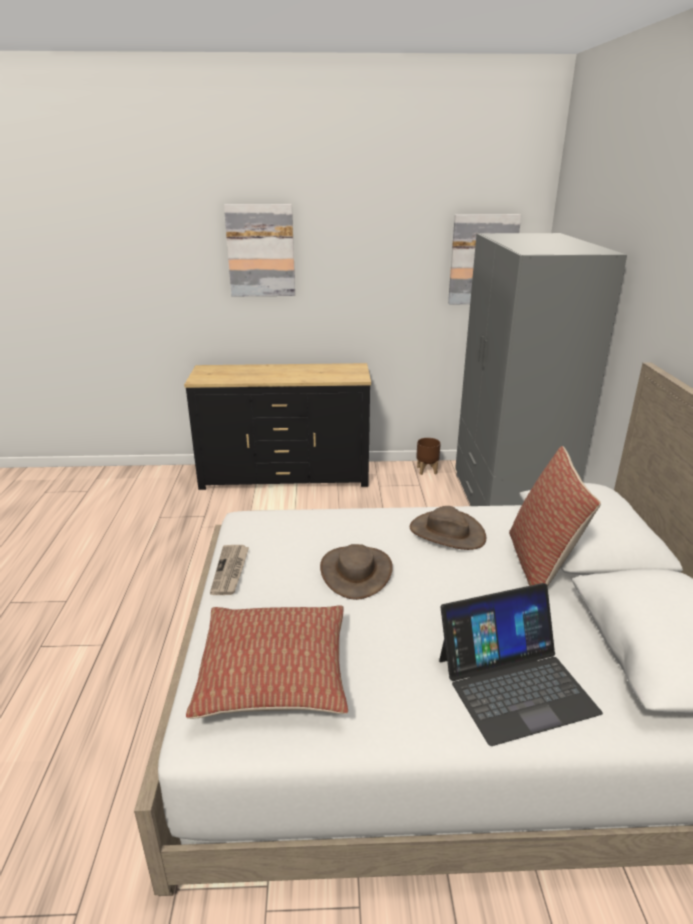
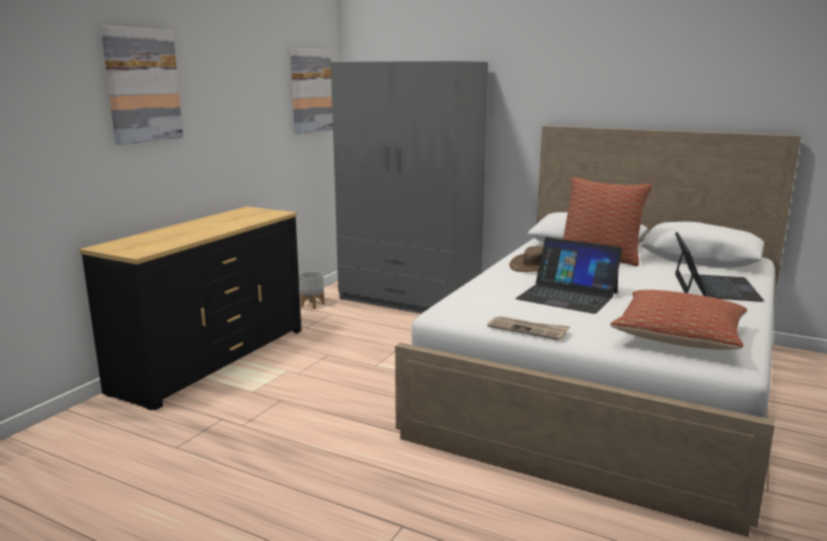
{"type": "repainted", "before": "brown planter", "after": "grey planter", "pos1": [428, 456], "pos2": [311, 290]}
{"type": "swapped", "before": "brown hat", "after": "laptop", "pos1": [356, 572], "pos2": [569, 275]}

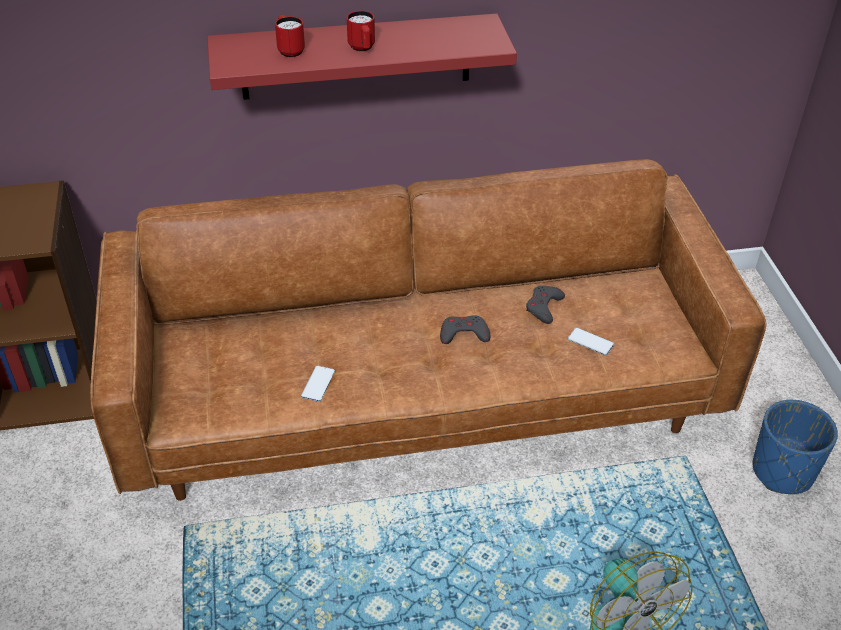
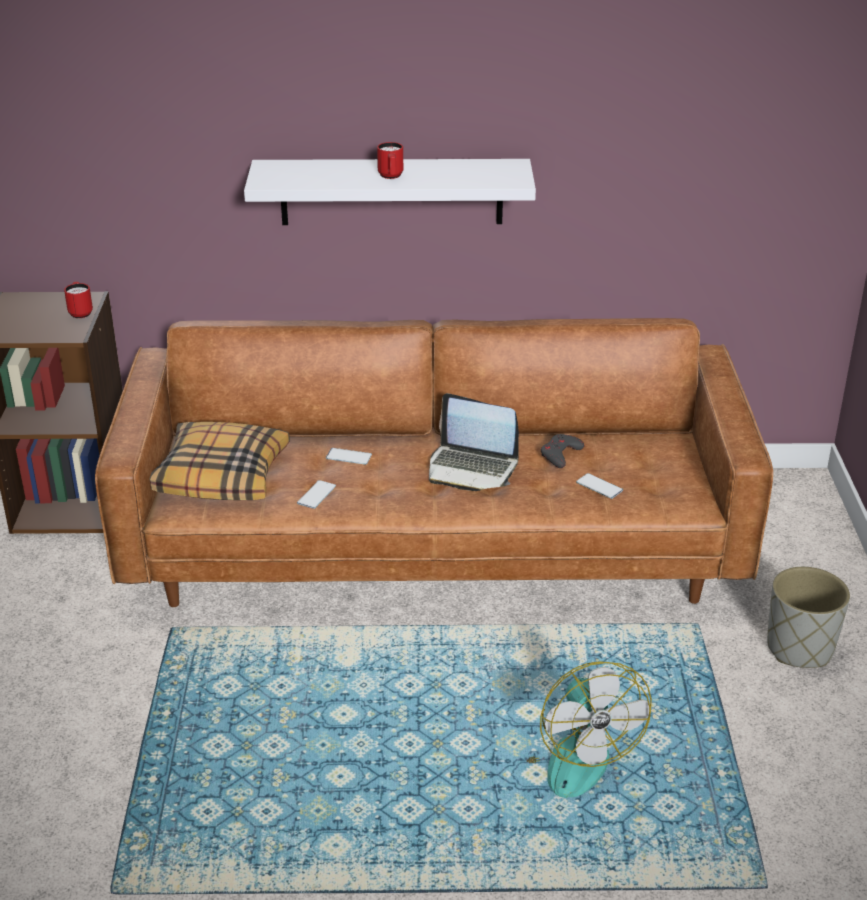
{"type": "shifted", "before": "red mug", "pos1": [290, 36], "pos2": [78, 300]}
{"type": "new", "after": "pillow", "pos2": [220, 461]}
{"type": "repainted", "before": "red shelf", "after": "white shelf", "pos1": [362, 57], "pos2": [390, 192]}
{"type": "new", "after": "phone", "pos2": [349, 456]}
{"type": "swapped", "before": "grey game controller", "after": "laptop", "pos1": [465, 329], "pos2": [474, 442]}
{"type": "repainted", "before": "blue planter", "after": "grey planter", "pos1": [795, 447], "pos2": [808, 617]}

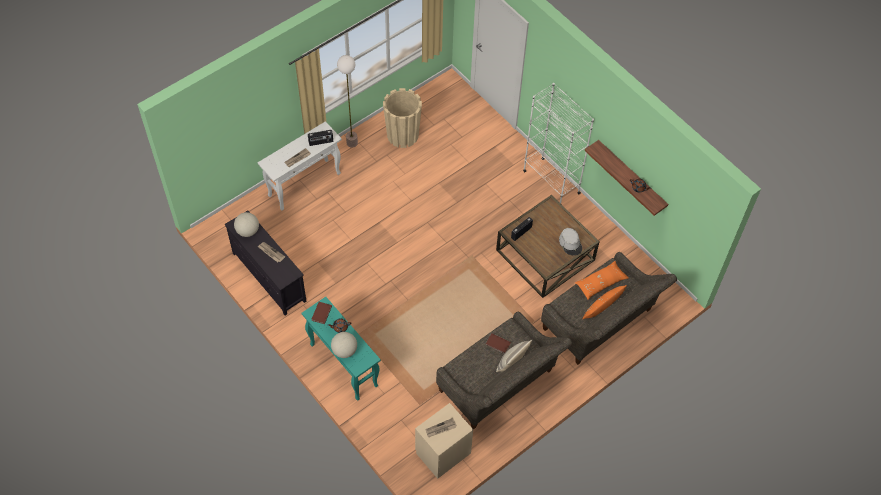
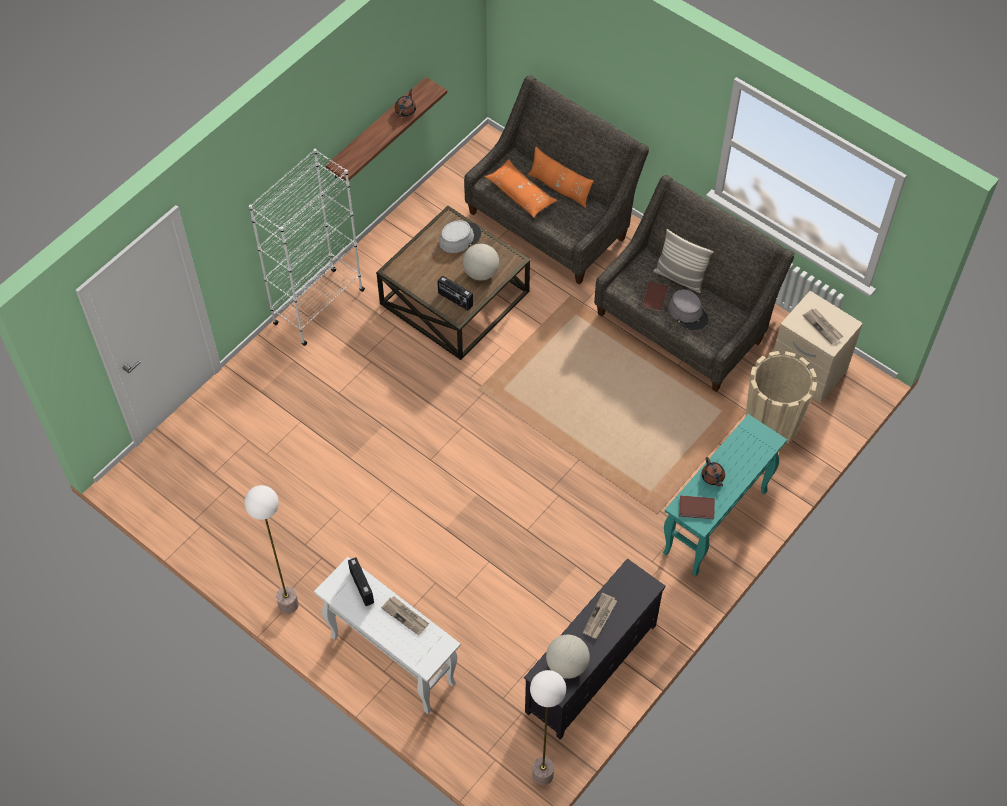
{"type": "shifted", "before": "globe", "pos1": [344, 345], "pos2": [481, 262]}
{"type": "new", "after": "floor lamp", "pos2": [548, 727]}
{"type": "new", "after": "grey hat", "pos2": [688, 309]}
{"type": "shifted", "before": "beige planter", "pos1": [402, 118], "pos2": [781, 398]}

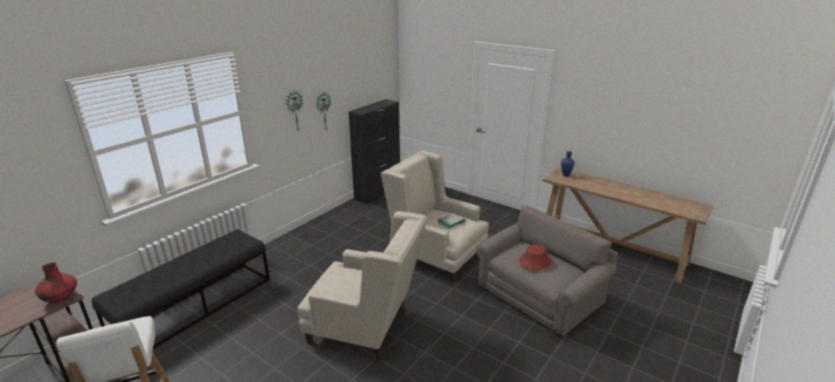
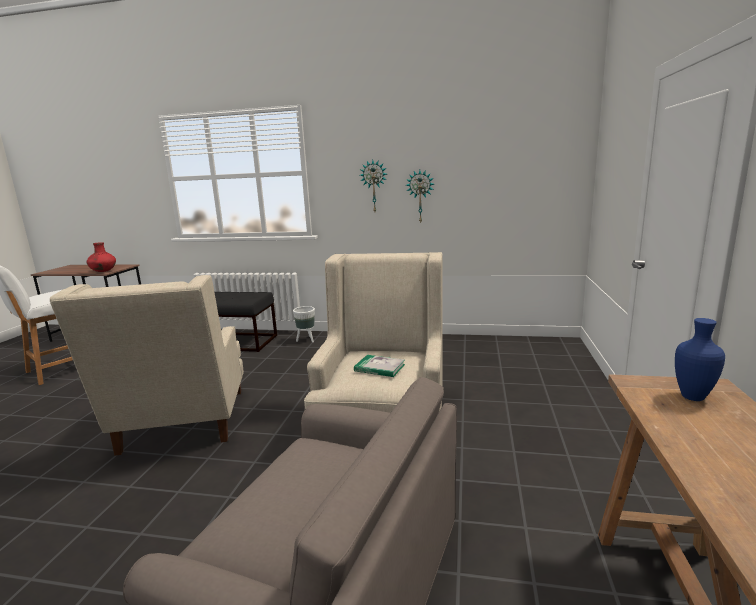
{"type": "new", "after": "white planter", "pos2": [304, 324]}
{"type": "gone", "before": "black cabinet", "pos1": [374, 151]}
{"type": "gone", "before": "red hat", "pos1": [535, 257]}

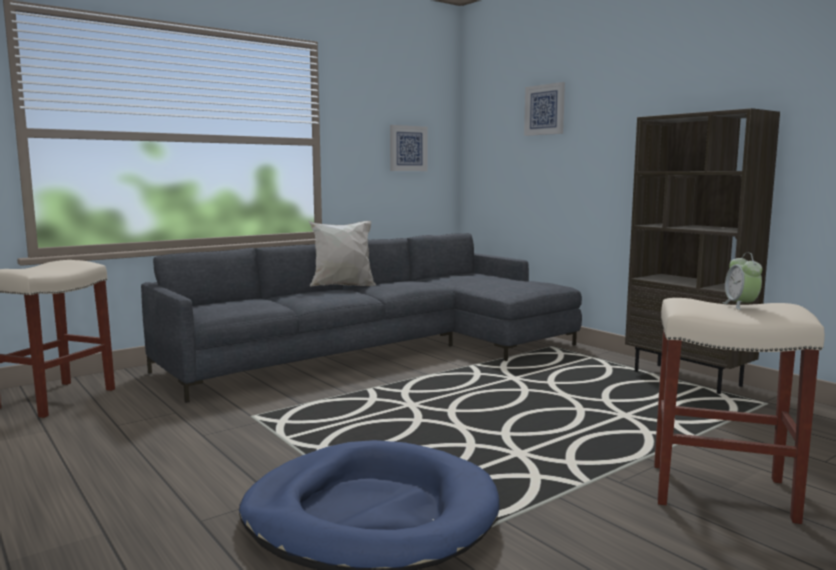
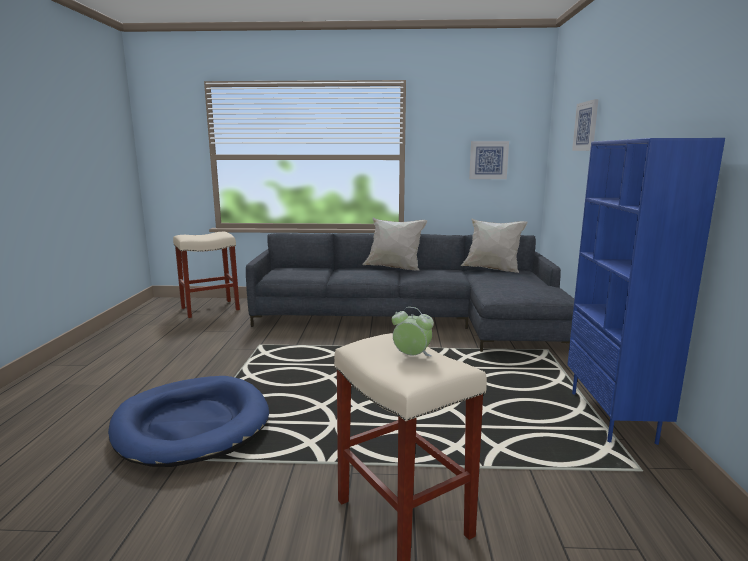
{"type": "rotated", "before": "alarm clock", "pos1": [742, 281], "pos2": [412, 331], "turn": 75}
{"type": "new", "after": "white pillow", "pos2": [494, 245]}
{"type": "repainted", "before": "brown bookcase", "after": "blue bookcase", "pos1": [702, 251], "pos2": [646, 291]}

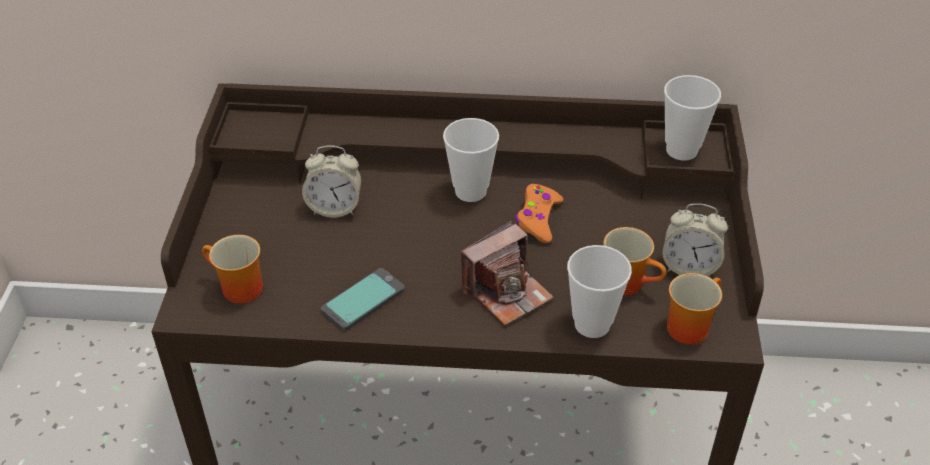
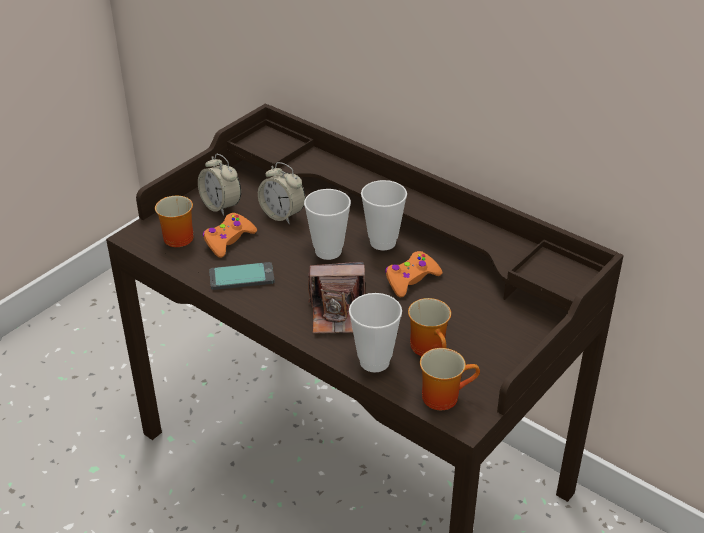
{"type": "shifted", "before": "alarm clock", "pos1": [695, 240], "pos2": [219, 185]}
{"type": "new", "after": "orange game controller", "pos2": [230, 235]}
{"type": "shifted", "before": "cup", "pos1": [692, 118], "pos2": [327, 224]}

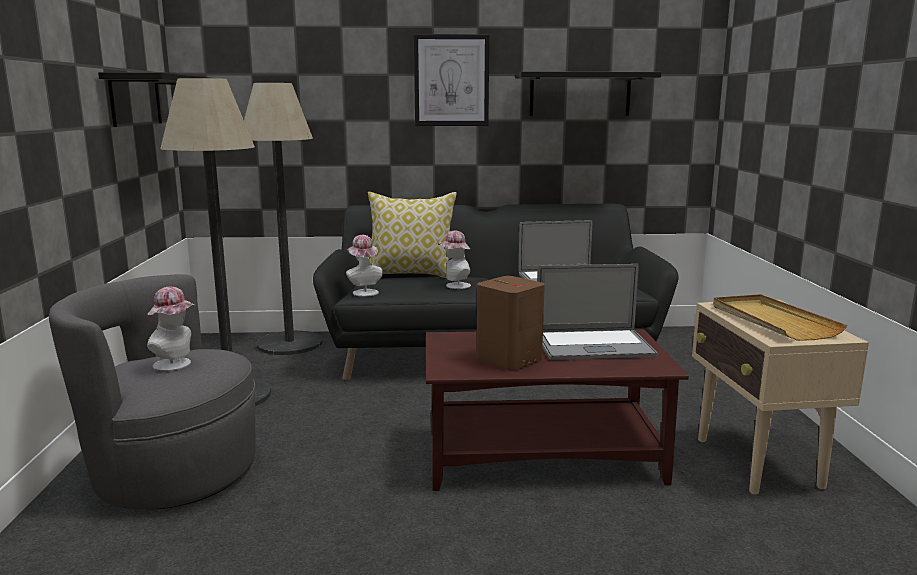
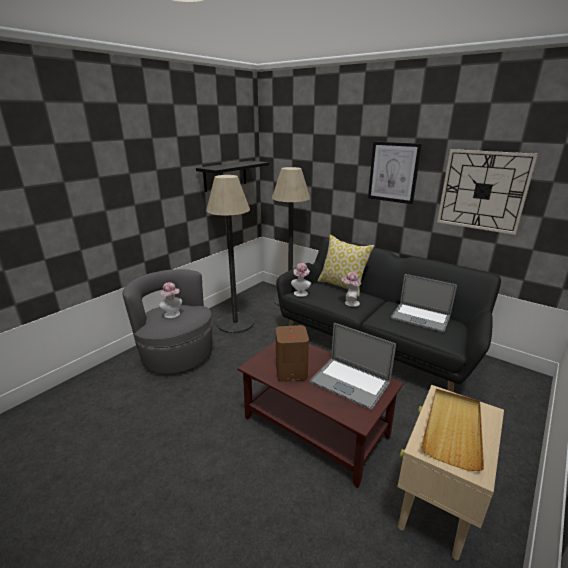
{"type": "swapped", "before": "black shelf", "after": "wall clock", "pos1": [588, 94], "pos2": [487, 192]}

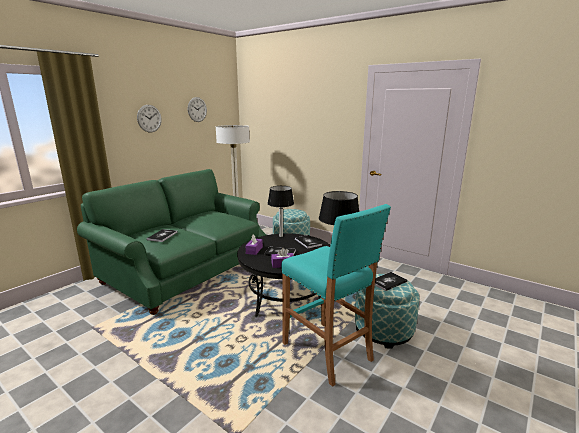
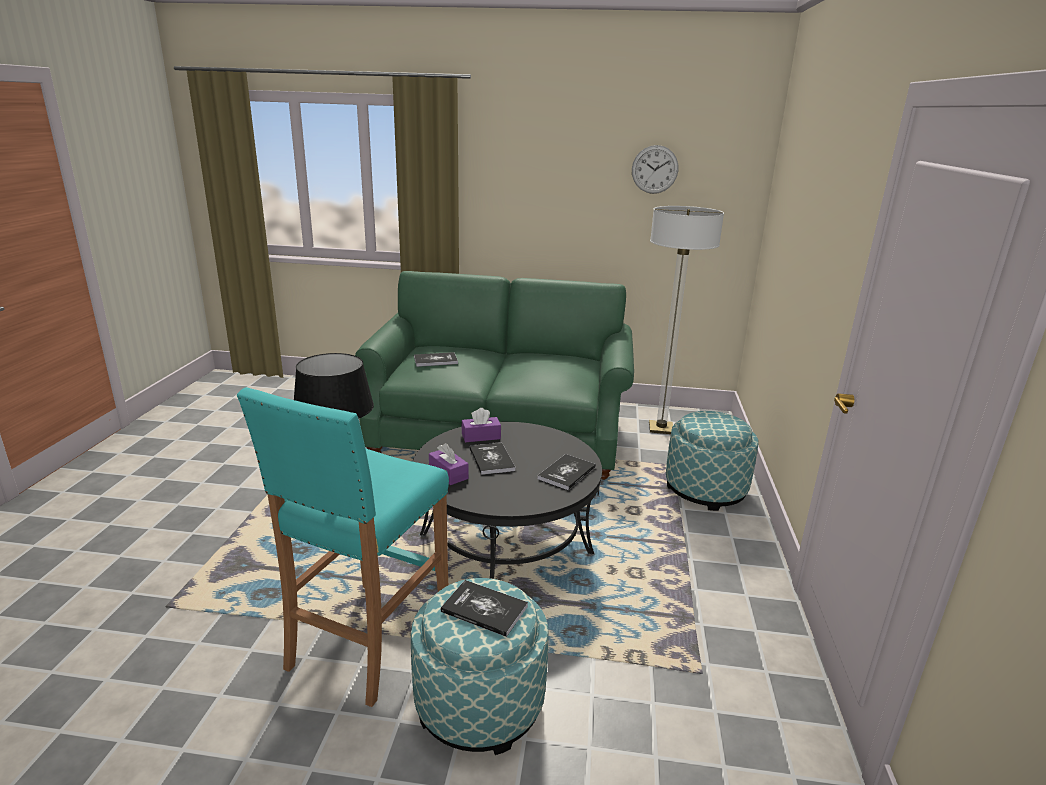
{"type": "gone", "before": "wall clock", "pos1": [149, 119]}
{"type": "gone", "before": "table lamp", "pos1": [281, 211]}

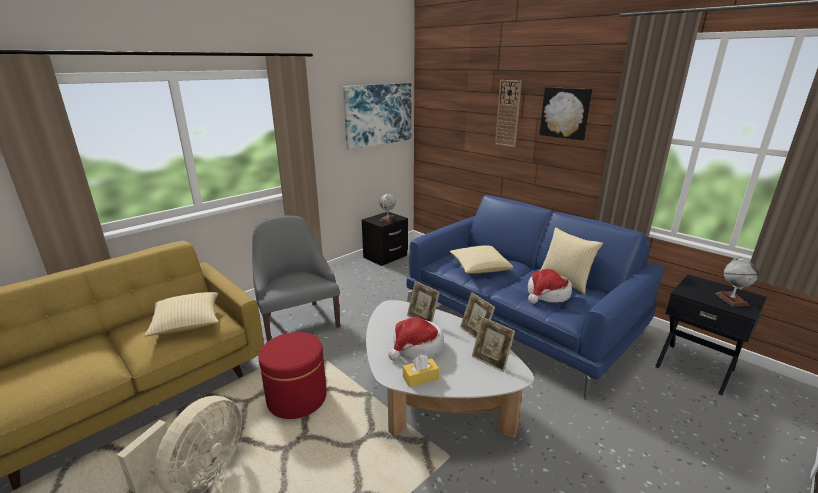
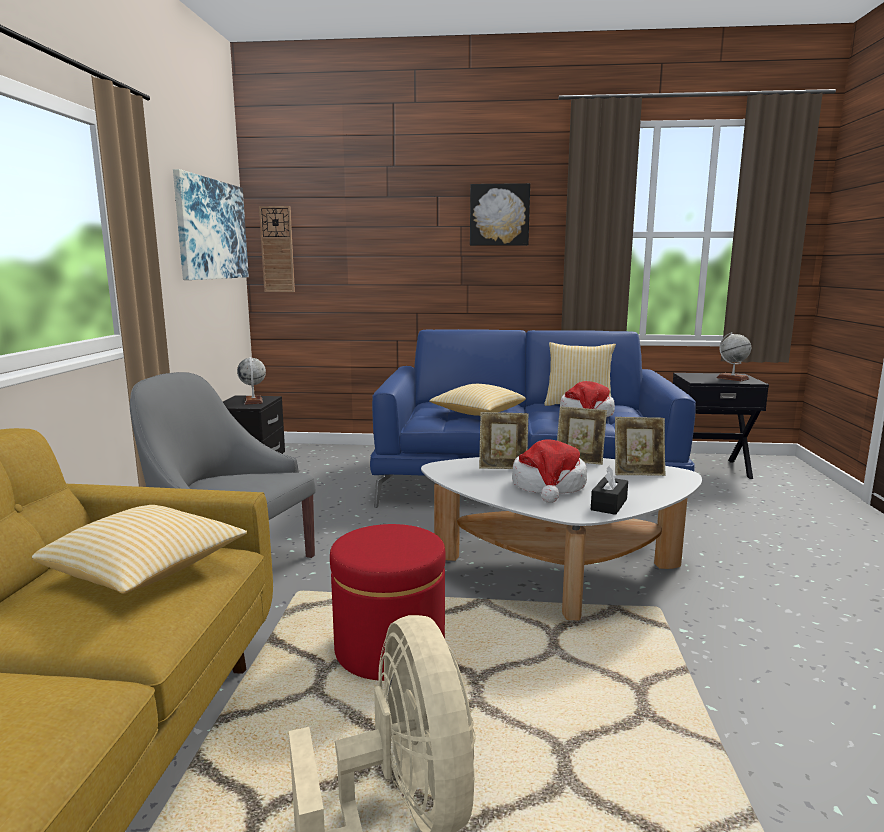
{"type": "shifted", "before": "wall clock", "pos1": [508, 113], "pos2": [277, 249]}
{"type": "repainted", "before": "yellow tissue box", "after": "black tissue box", "pos1": [421, 371], "pos2": [609, 490]}

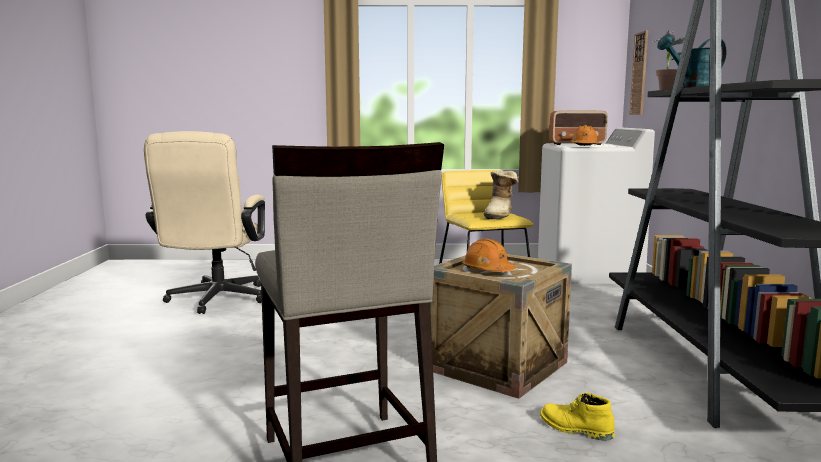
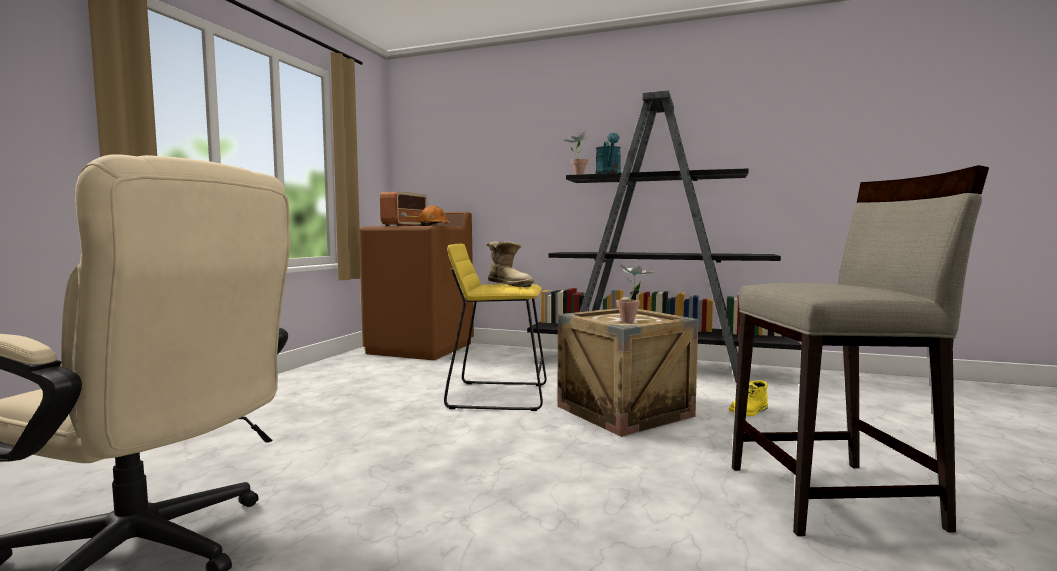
{"type": "repainted", "before": "white washing machine", "after": "brown washing machine", "pos1": [596, 206], "pos2": [416, 286]}
{"type": "swapped", "before": "orange hard hat", "after": "potted plant", "pos1": [489, 255], "pos2": [635, 292]}
{"type": "gone", "before": "wall clock", "pos1": [639, 72]}

